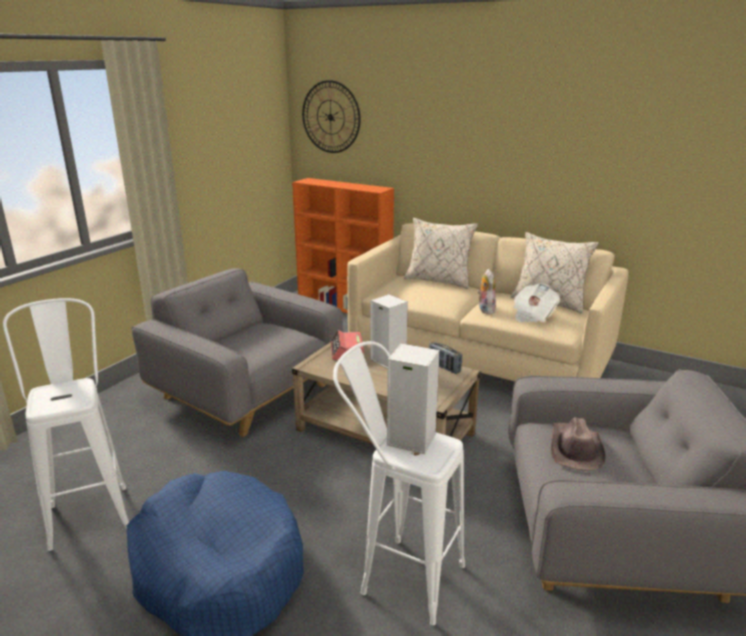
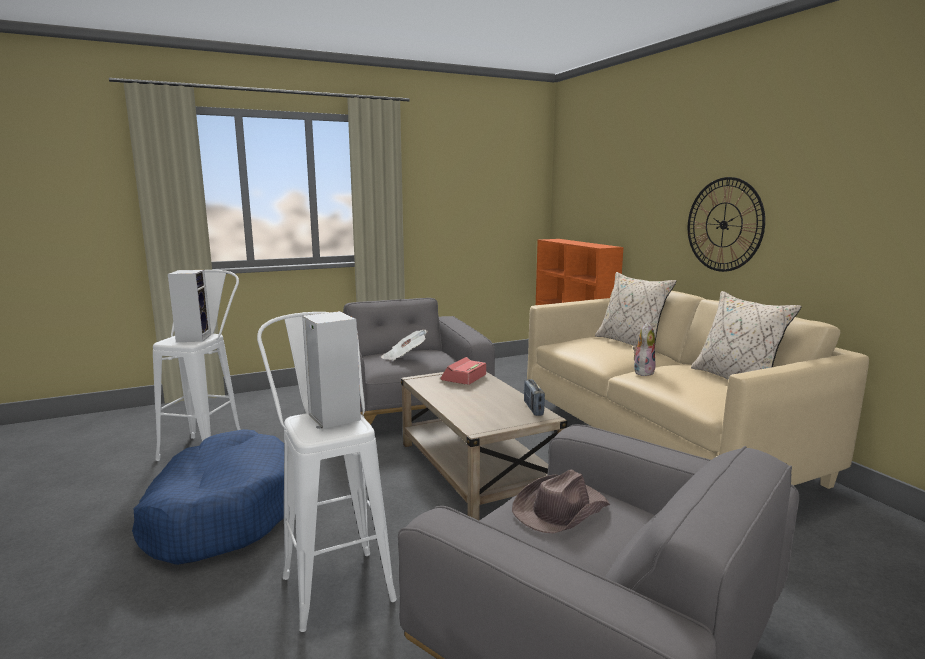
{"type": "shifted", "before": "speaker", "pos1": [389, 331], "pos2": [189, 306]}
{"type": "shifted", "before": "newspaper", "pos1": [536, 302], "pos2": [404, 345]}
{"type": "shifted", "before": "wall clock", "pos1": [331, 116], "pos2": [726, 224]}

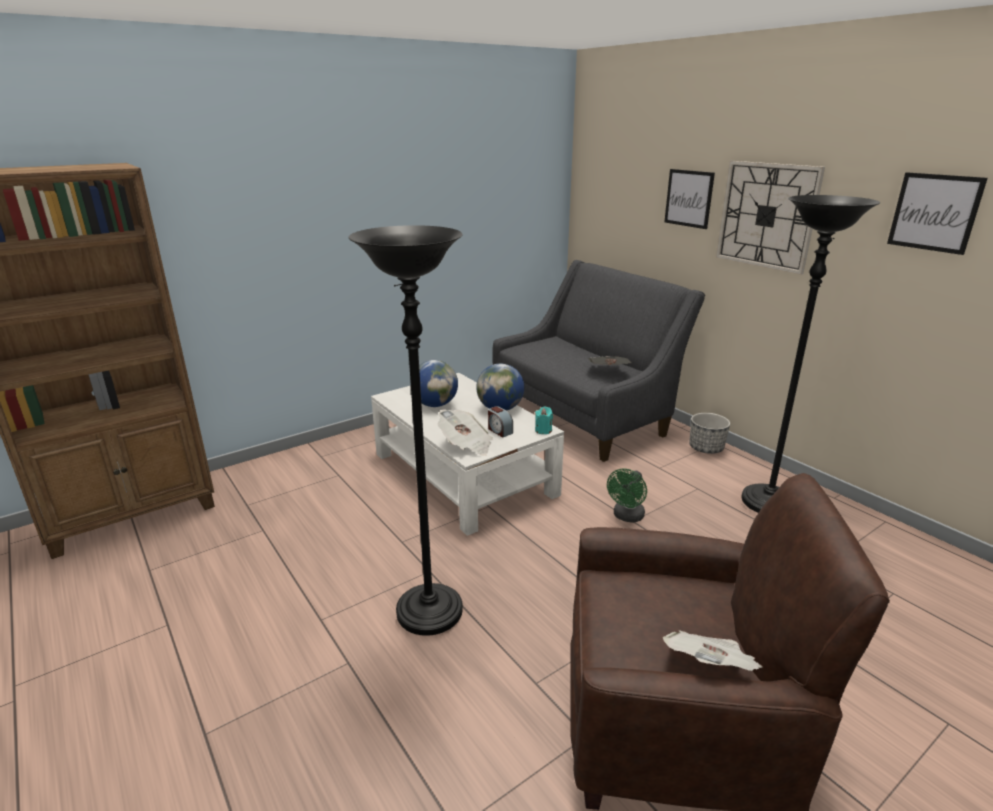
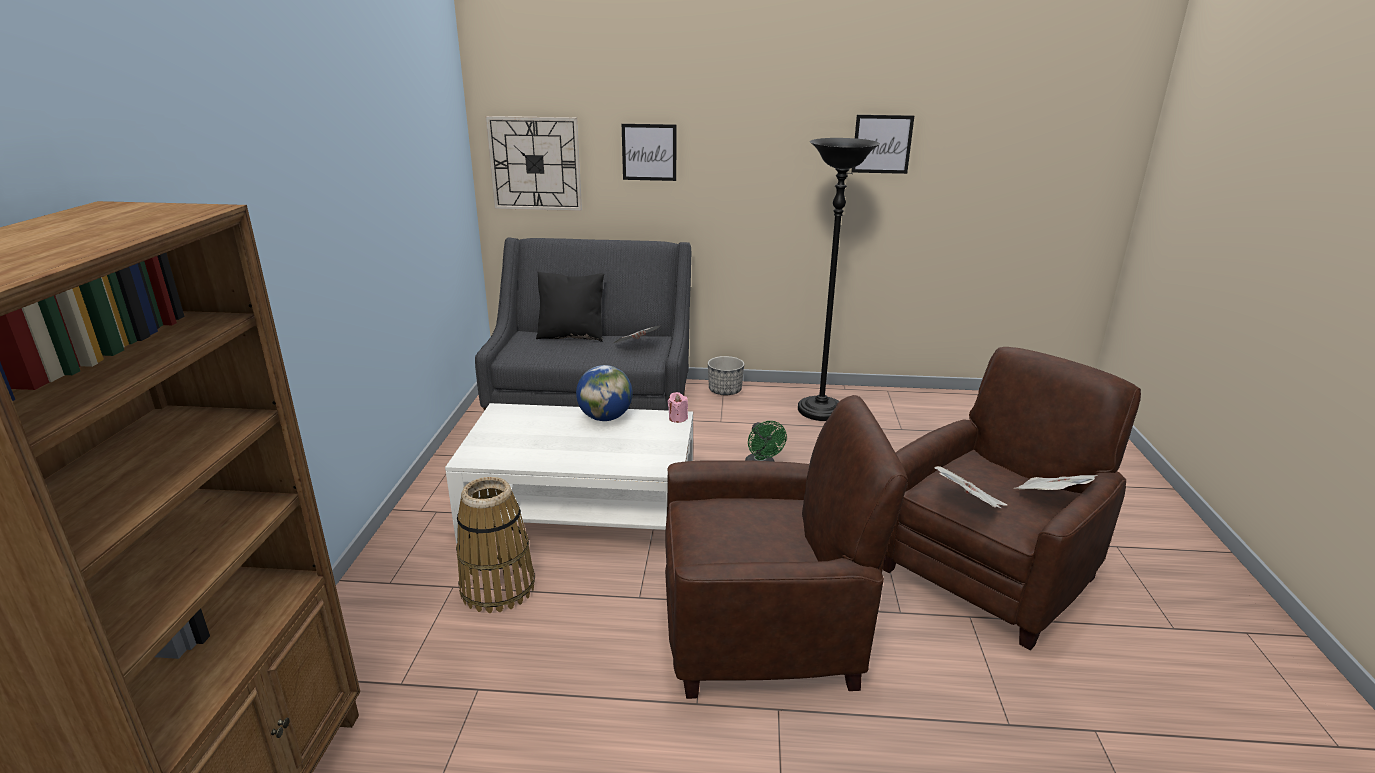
{"type": "new", "after": "basket", "pos2": [495, 545]}
{"type": "shifted", "before": "wall clock", "pos1": [770, 218], "pos2": [534, 163]}
{"type": "new", "after": "black pillow", "pos2": [570, 307]}
{"type": "swapped", "before": "black floor lamp", "after": "brown armchair", "pos1": [406, 430], "pos2": [786, 547]}
{"type": "repainted", "before": "turquoise candle", "after": "pink candle", "pos1": [544, 420], "pos2": [678, 407]}
{"type": "shifted", "before": "newspaper", "pos1": [465, 432], "pos2": [970, 487]}
{"type": "gone", "before": "globe", "pos1": [438, 383]}
{"type": "gone", "before": "alarm clock", "pos1": [500, 422]}

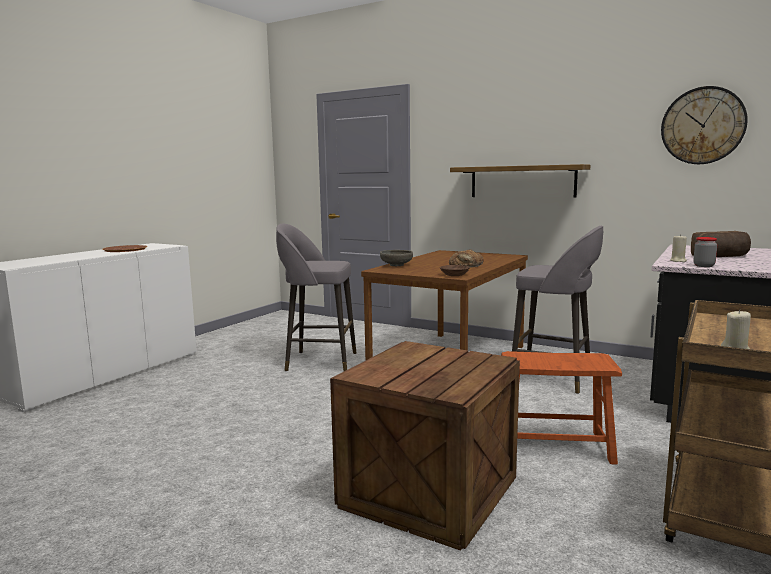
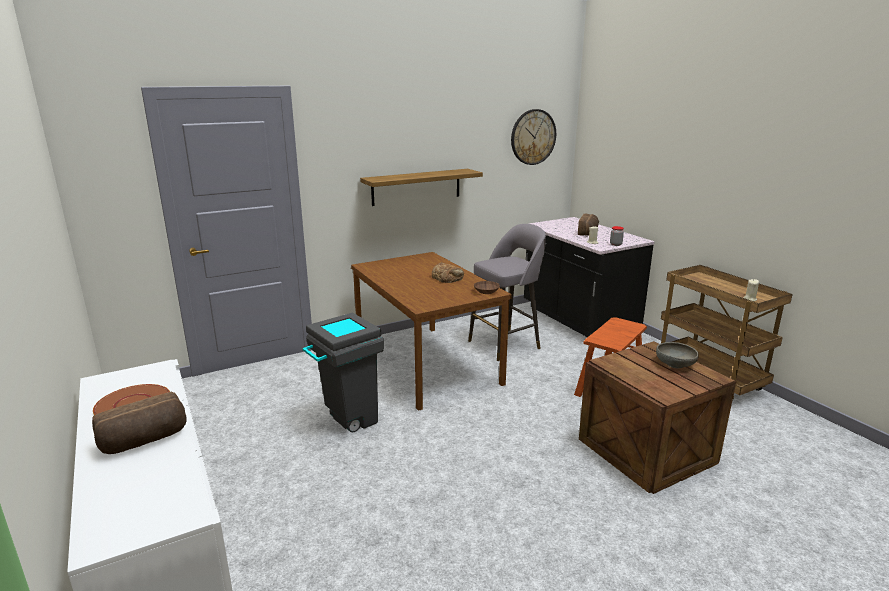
{"type": "new", "after": "bread", "pos2": [139, 423]}
{"type": "swapped", "before": "grey stool", "after": "grey trash can", "pos1": [316, 297], "pos2": [343, 372]}
{"type": "shifted", "before": "grey bowl", "pos1": [396, 258], "pos2": [677, 355]}

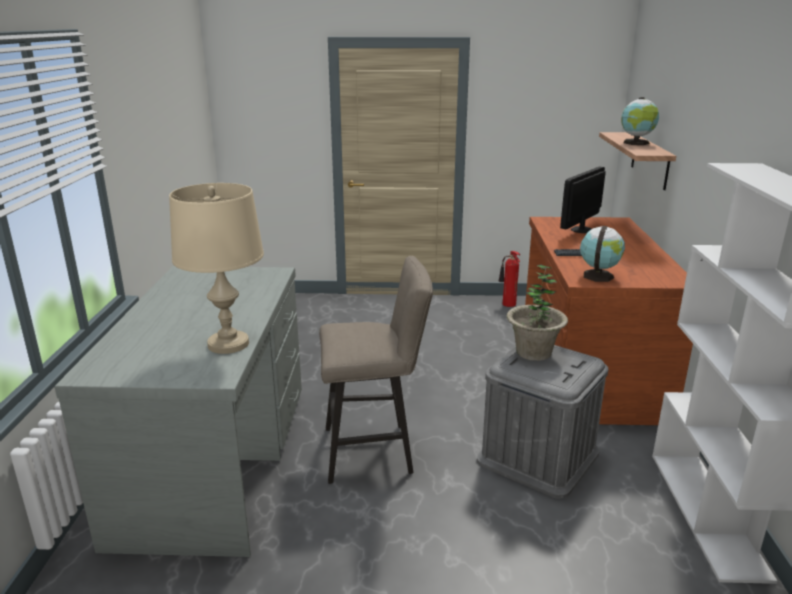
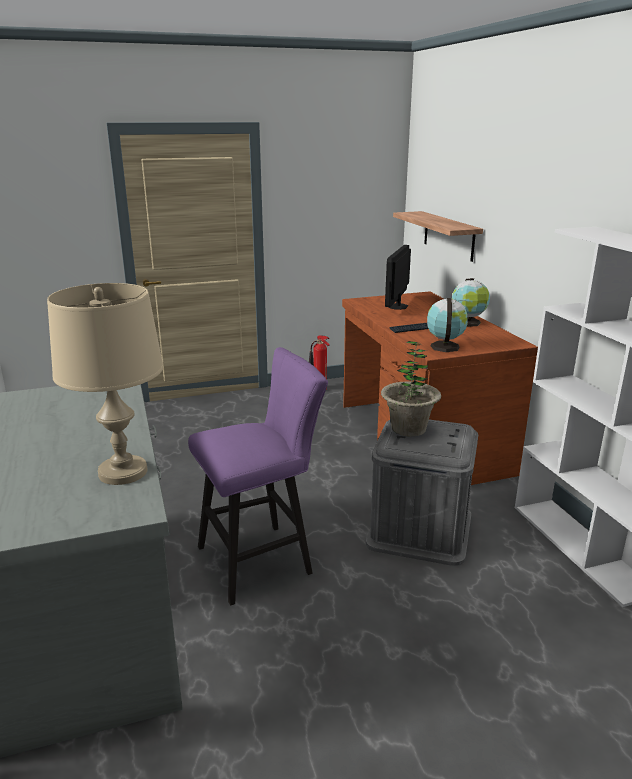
{"type": "repainted", "before": "beige stool", "after": "purple stool", "pos1": [376, 370], "pos2": [258, 476]}
{"type": "shifted", "before": "globe", "pos1": [640, 121], "pos2": [471, 302]}

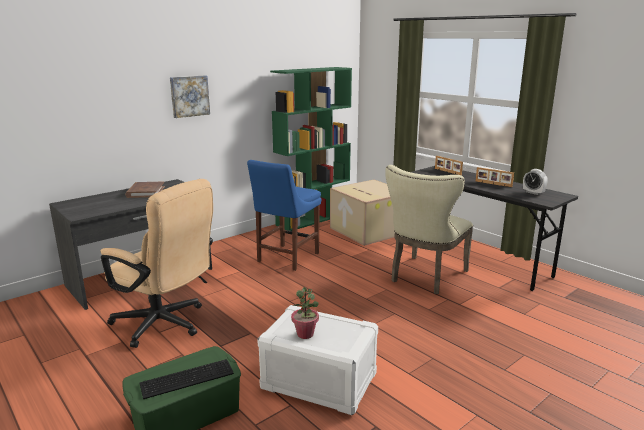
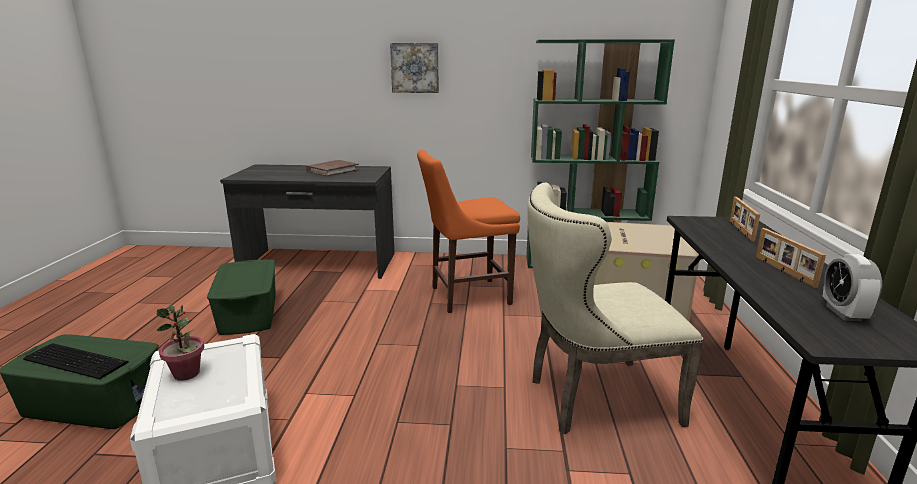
{"type": "swapped", "before": "beige office chair", "after": "green storage box", "pos1": [157, 263], "pos2": [241, 297]}
{"type": "repainted", "before": "blue chair", "after": "orange chair", "pos1": [284, 215], "pos2": [468, 231]}

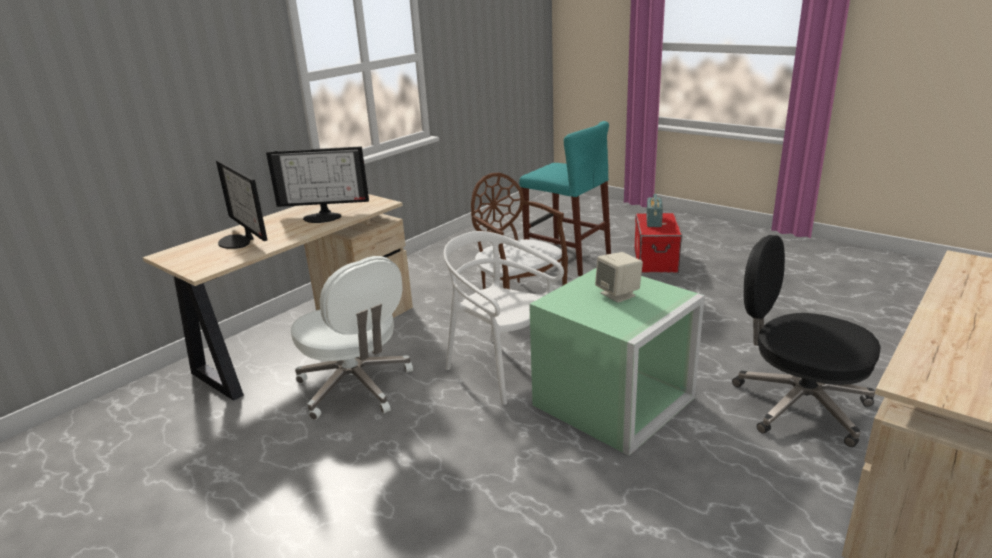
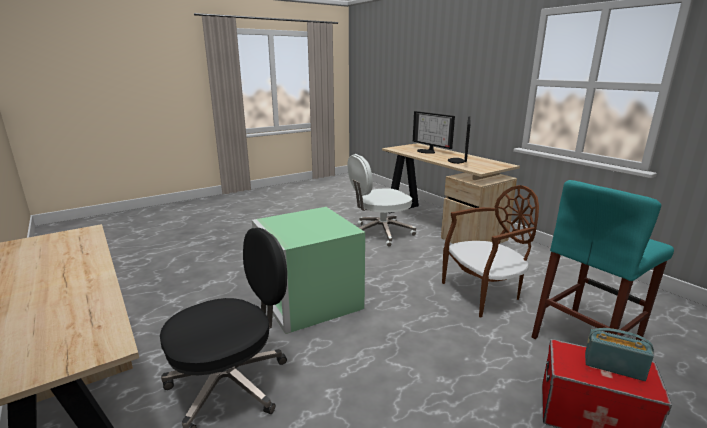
{"type": "rotated", "before": "monitor", "pos1": [241, 204], "pos2": [434, 132], "turn": -105}
{"type": "gone", "before": "white chair", "pos1": [504, 318]}
{"type": "gone", "before": "beige speaker", "pos1": [619, 277]}

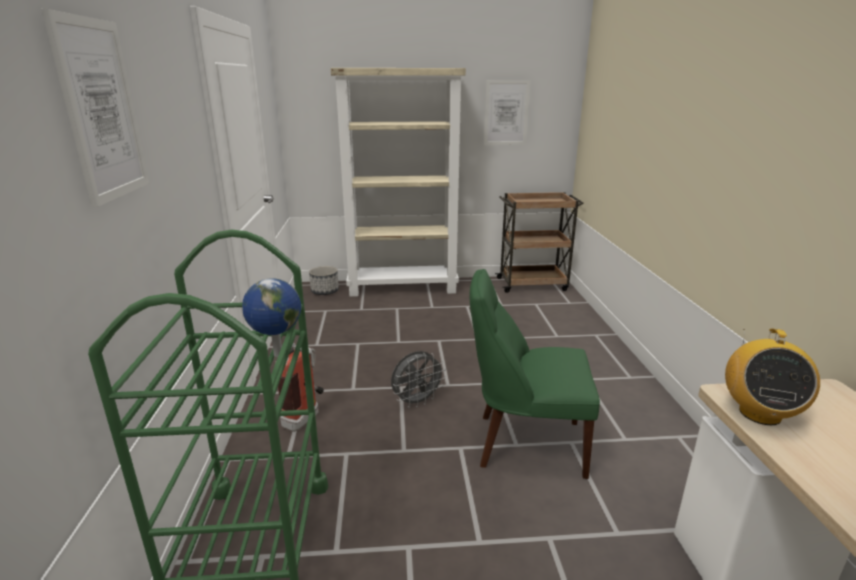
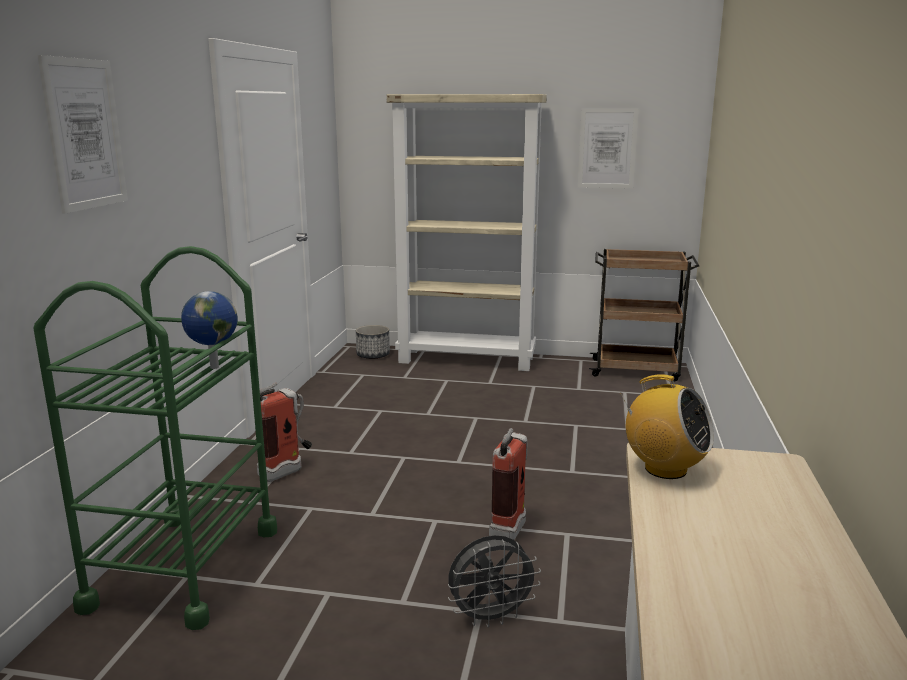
{"type": "shifted", "before": "grey fan", "pos1": [418, 379], "pos2": [494, 581]}
{"type": "swapped", "before": "green chair", "after": "fire extinguisher", "pos1": [535, 374], "pos2": [508, 484]}
{"type": "rotated", "before": "radio", "pos1": [772, 377], "pos2": [666, 426], "turn": -90}

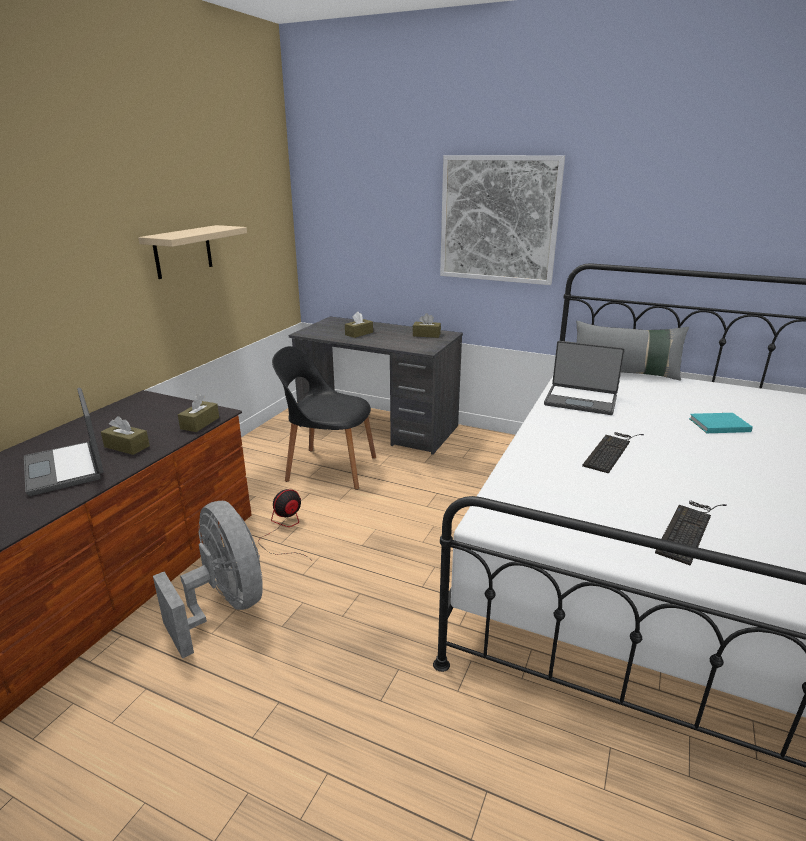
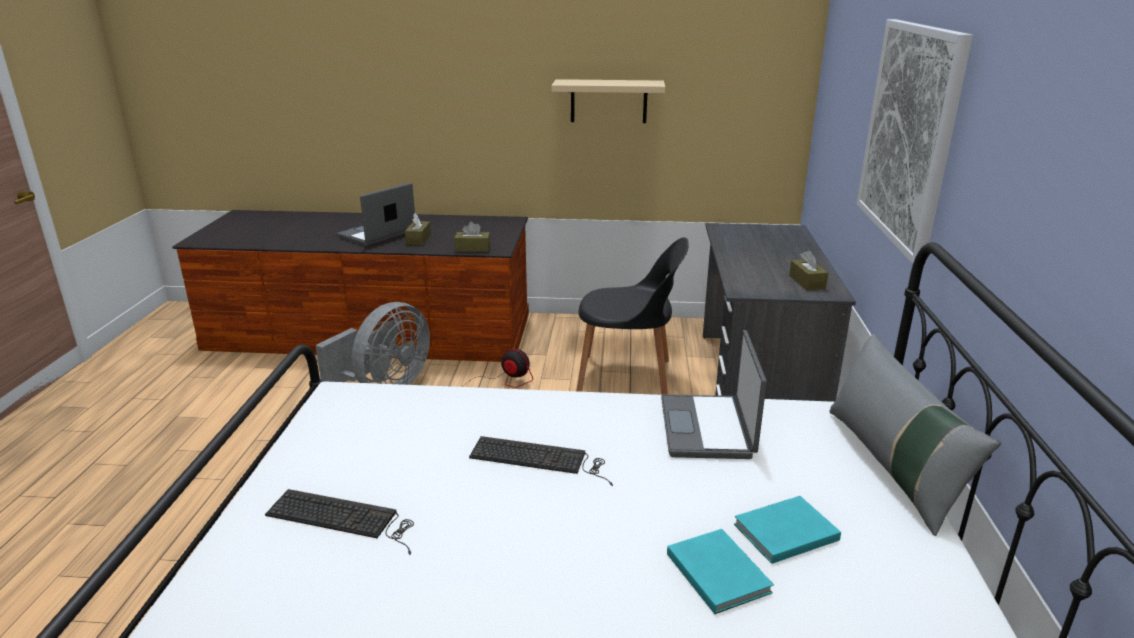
{"type": "rotated", "before": "black chair", "pos1": [324, 418], "pos2": [632, 316], "turn": 105}
{"type": "new", "after": "turquoise book", "pos2": [787, 530]}
{"type": "gone", "before": "brown tissue box", "pos1": [359, 325]}

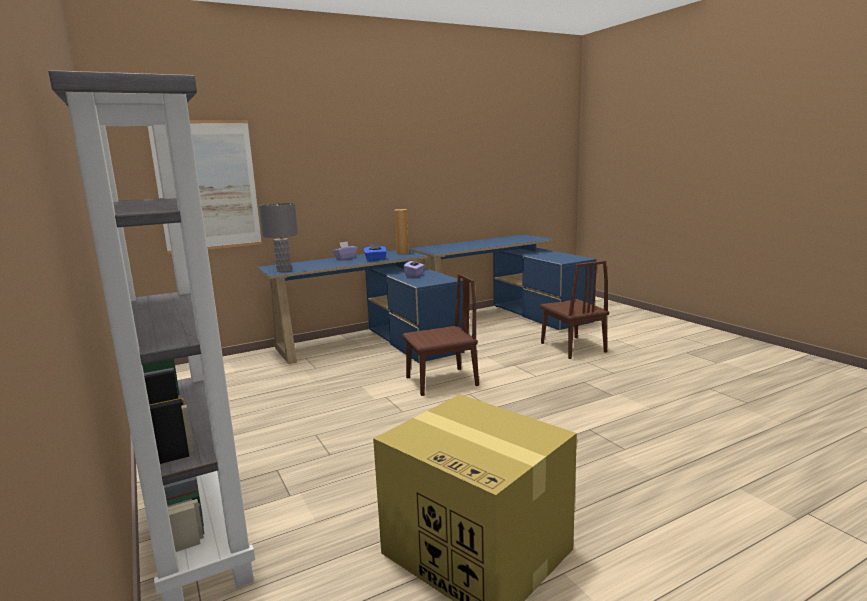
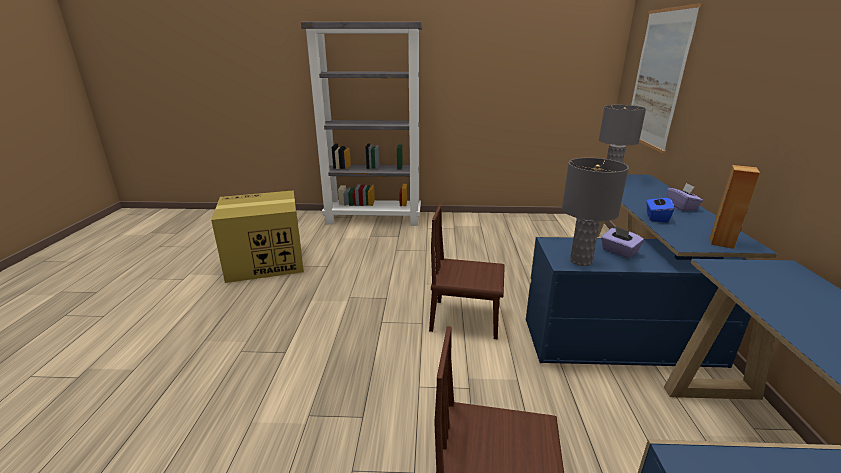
{"type": "rotated", "before": "brown chair", "pos1": [440, 334], "pos2": [467, 271], "turn": 90}
{"type": "new", "after": "grey table lamp", "pos2": [595, 212]}

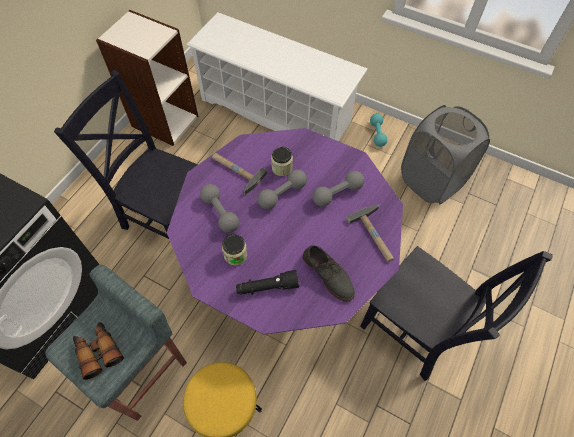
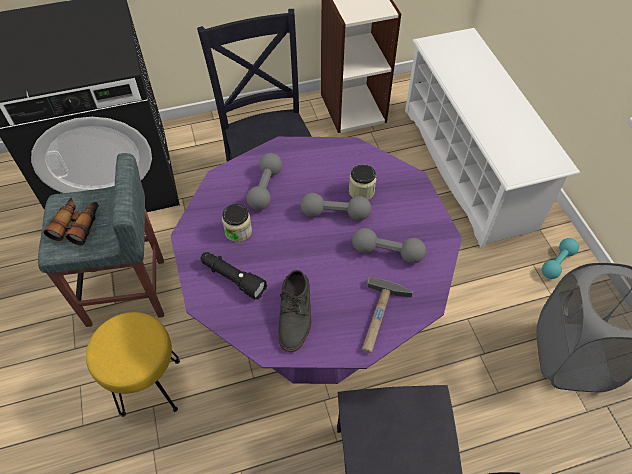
{"type": "gone", "before": "hammer", "pos1": [239, 174]}

